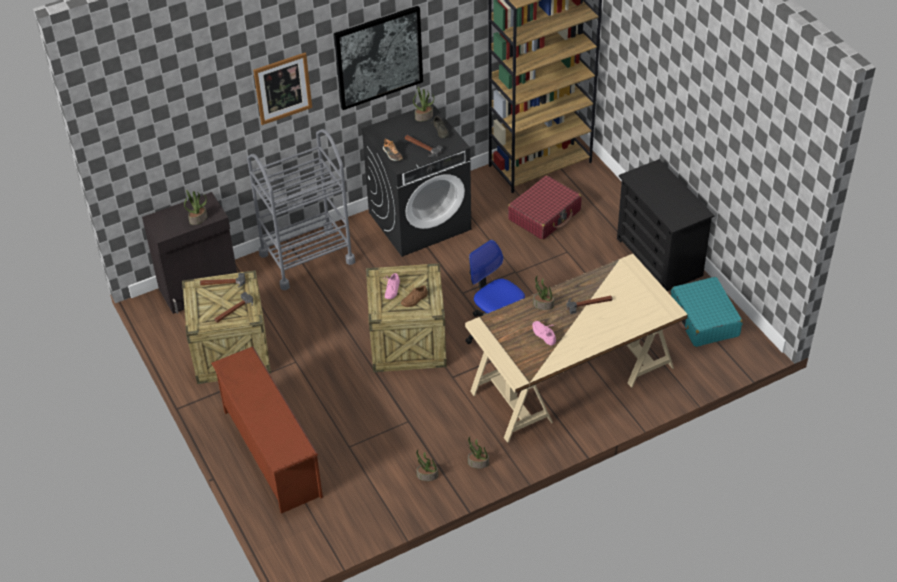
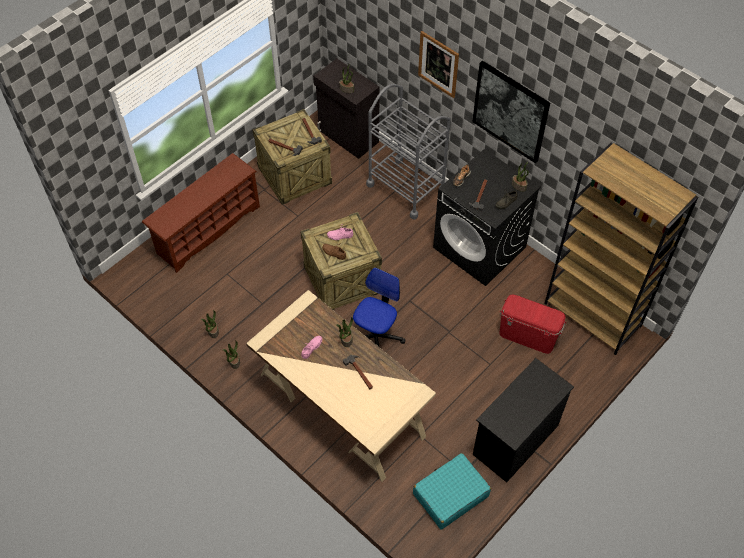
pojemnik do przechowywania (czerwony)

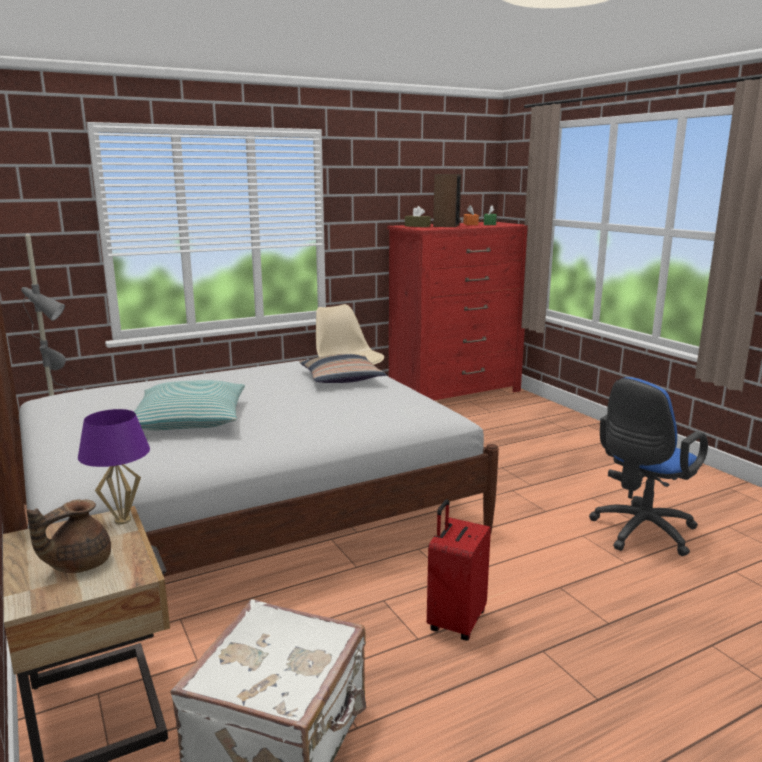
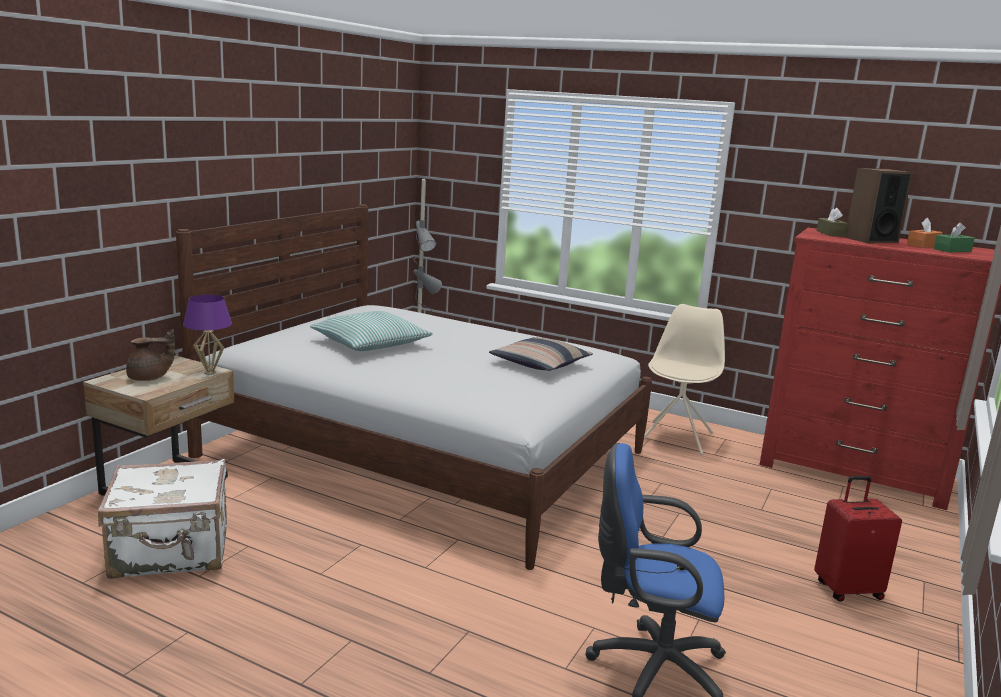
walizka (czerwony); imbryk (brązowy)

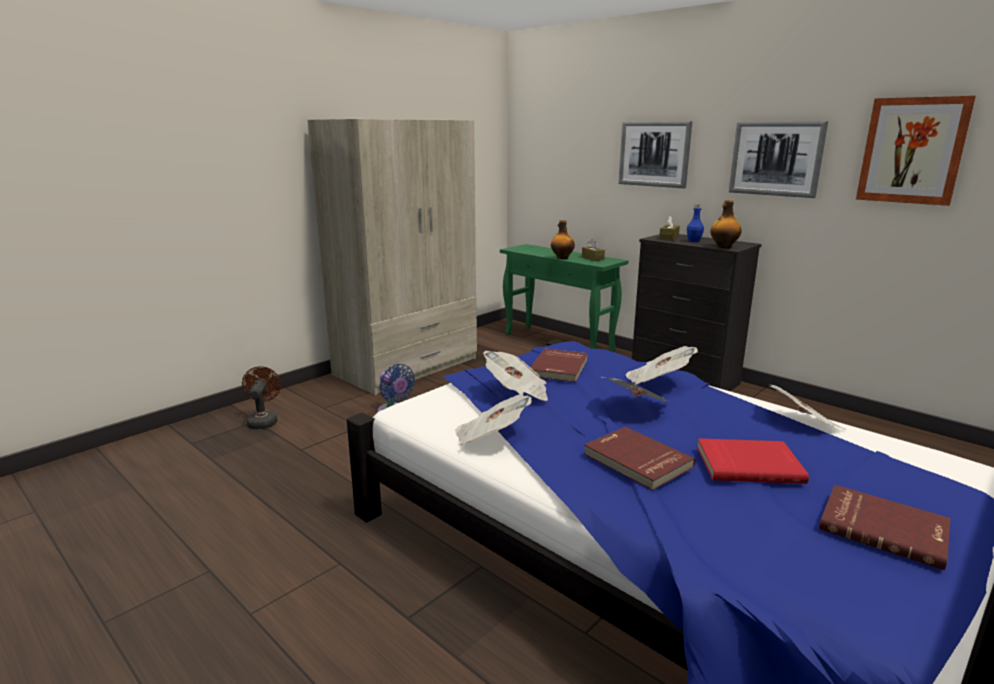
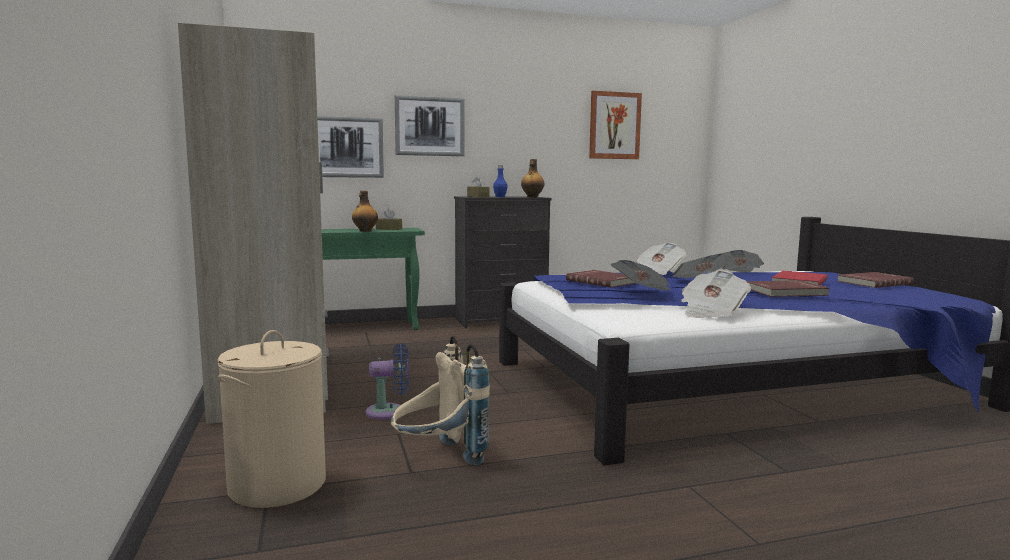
plecak (beżowy); obraz (no. 1 from left); kosz na pranie (beżowy)

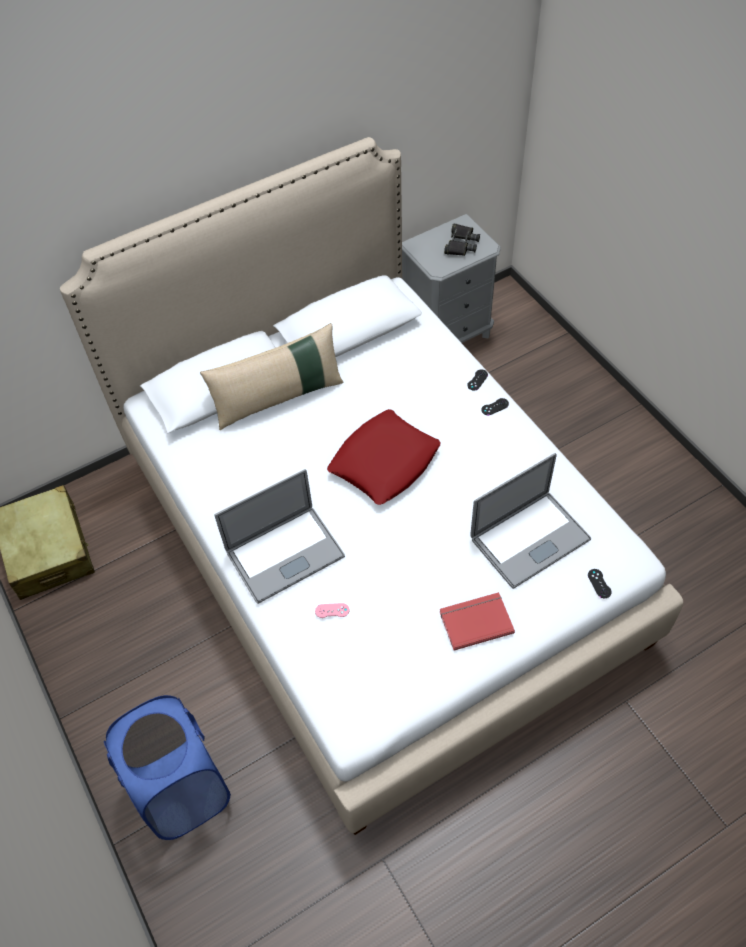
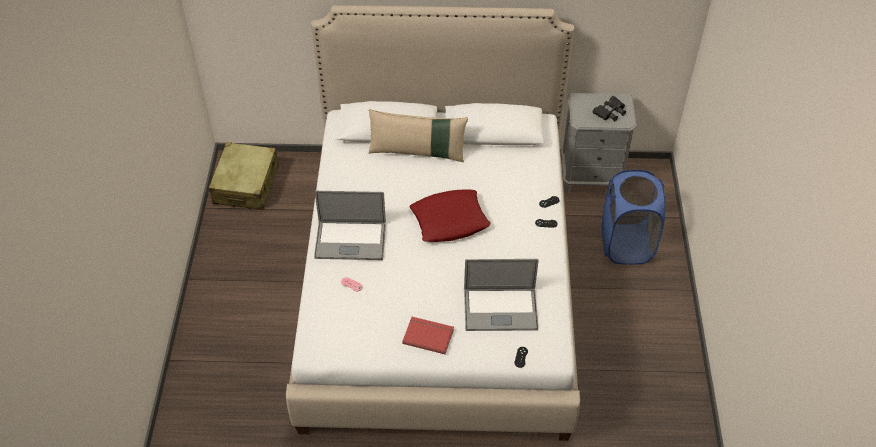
kosz na pranie (niebieski)

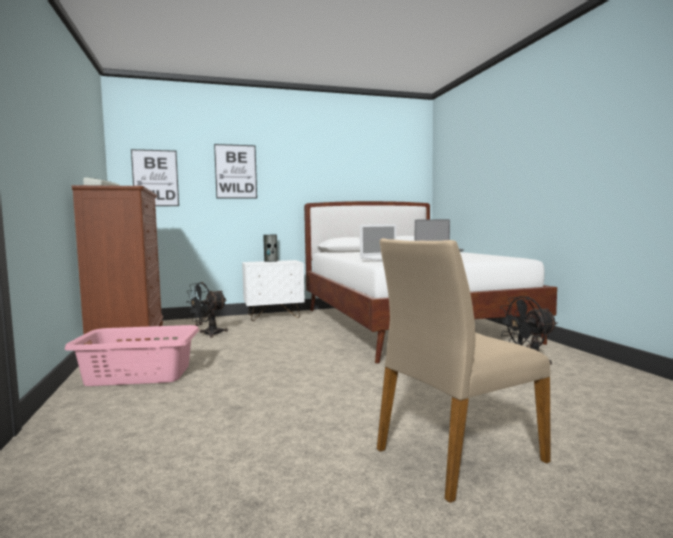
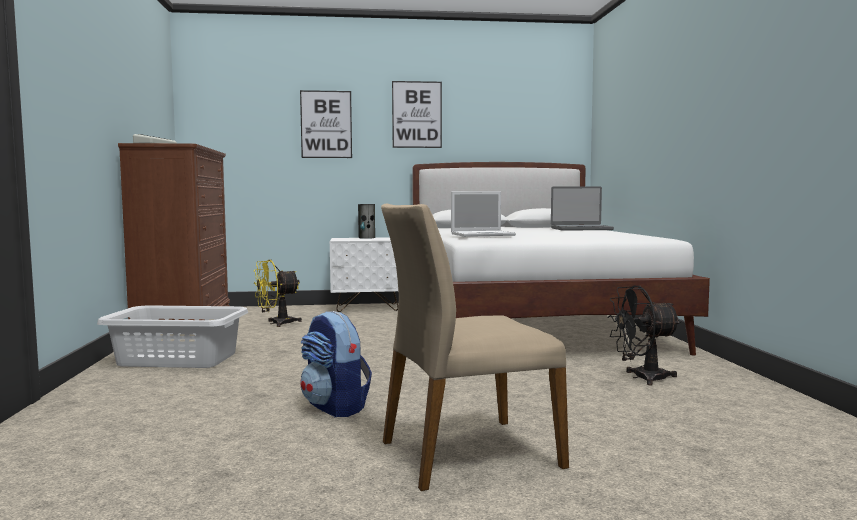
plecak; obraz (no. 2 from left); kosz na pranie (szary); wentylator (żółty)

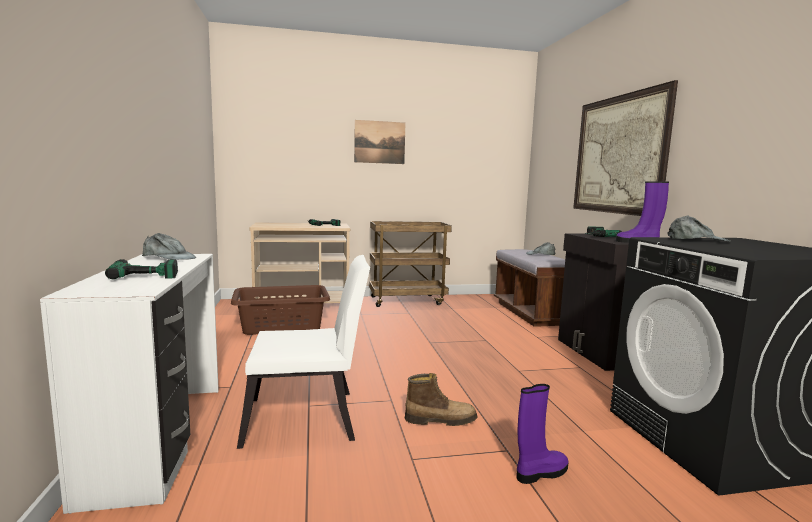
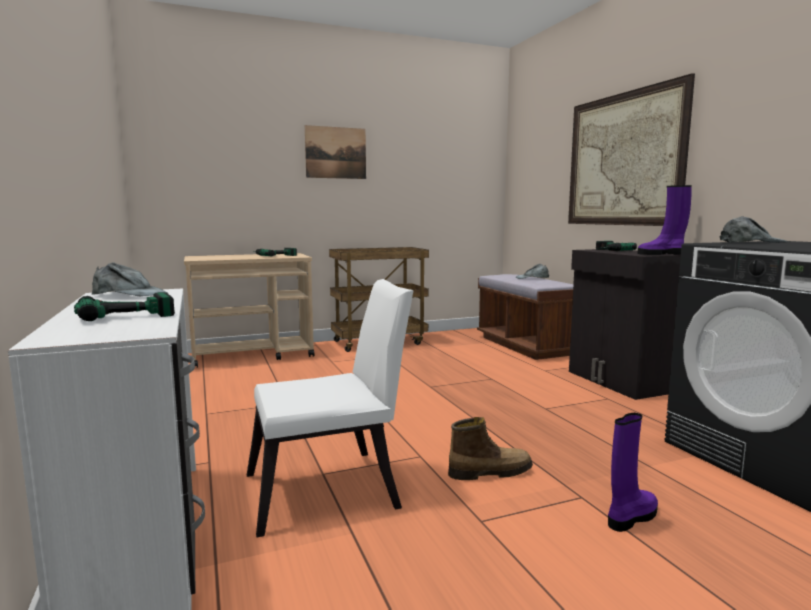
kosz na pranie (brązowy)

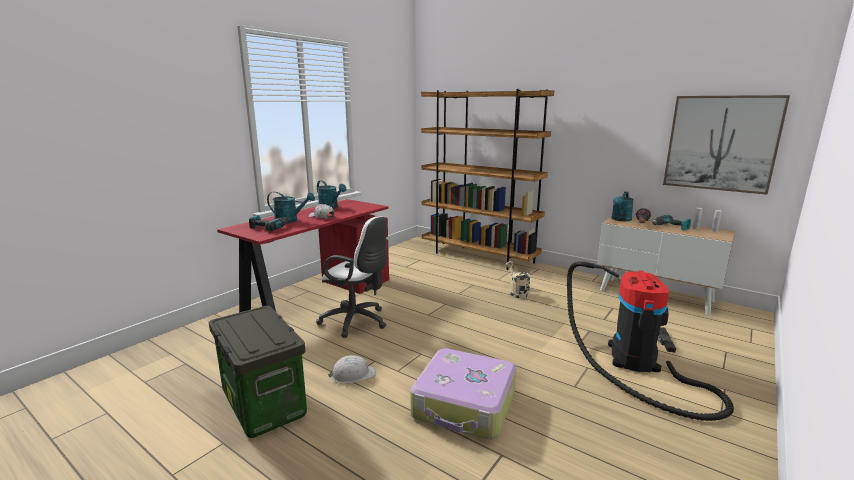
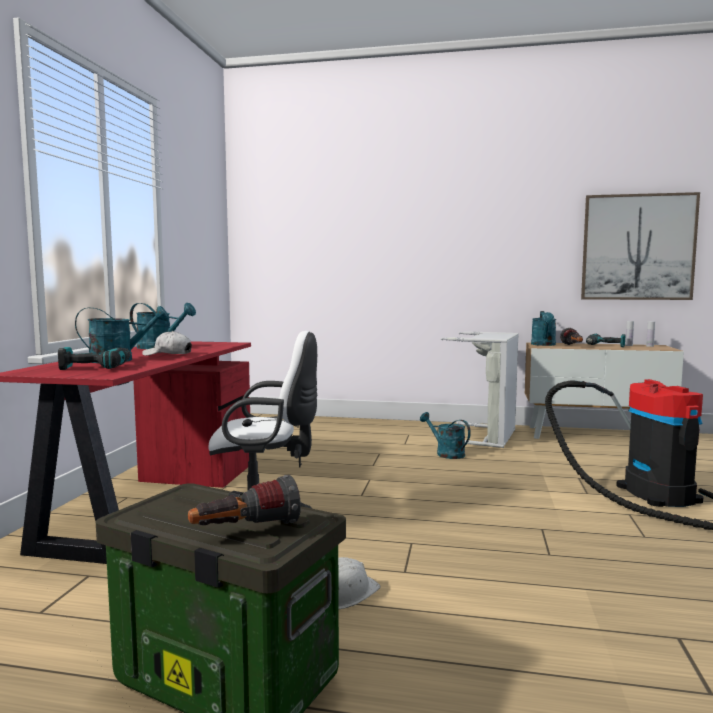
walizka; regał (brązowy); latarka (no. 1 from left); kosz na pranie (szary); konewka (turkusowy) (no. 3 from left)

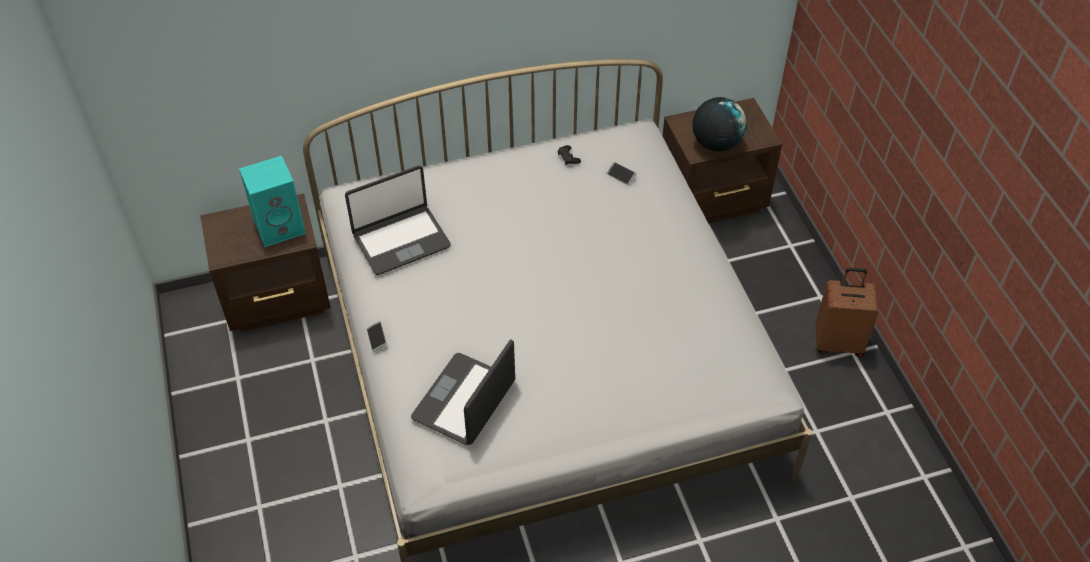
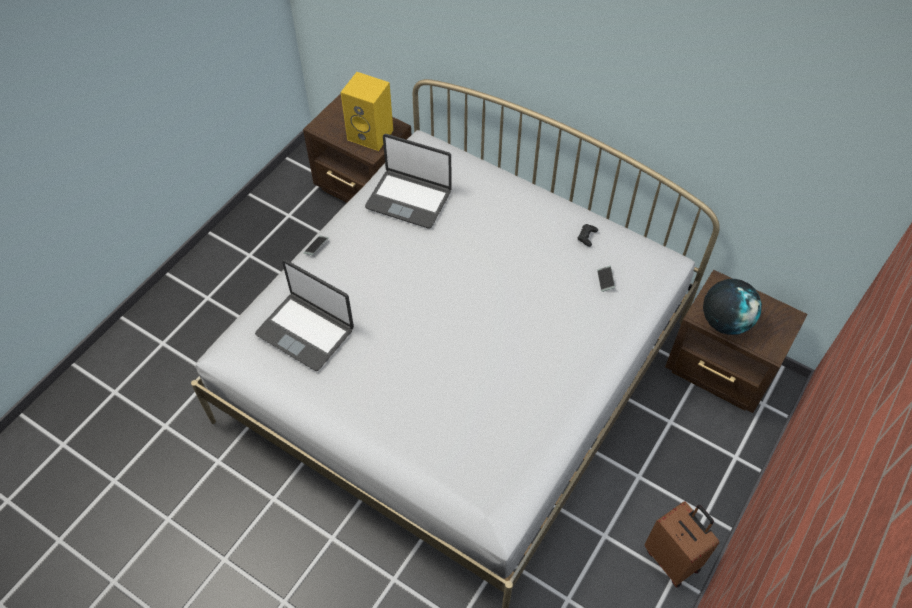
głośnik (żółty); laptop (no. 1 from left)

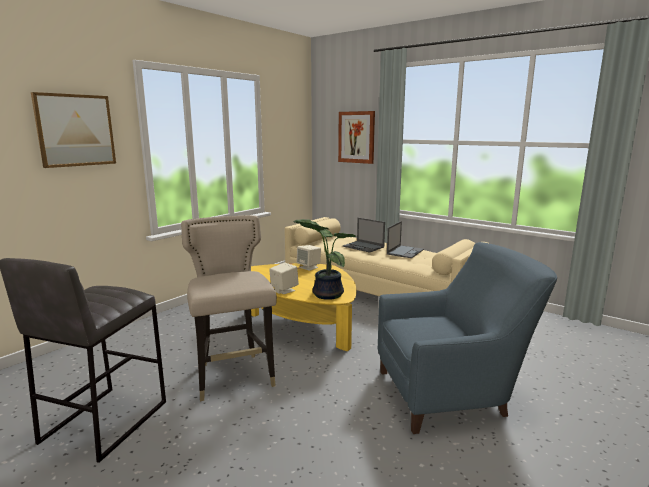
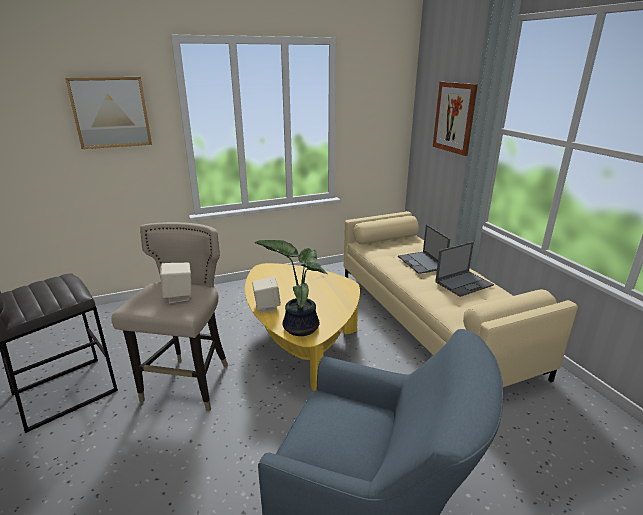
głośnik (beżowy) (no. 1 from left)

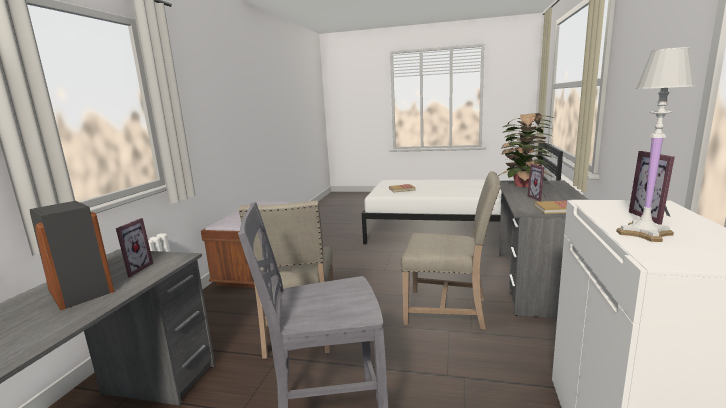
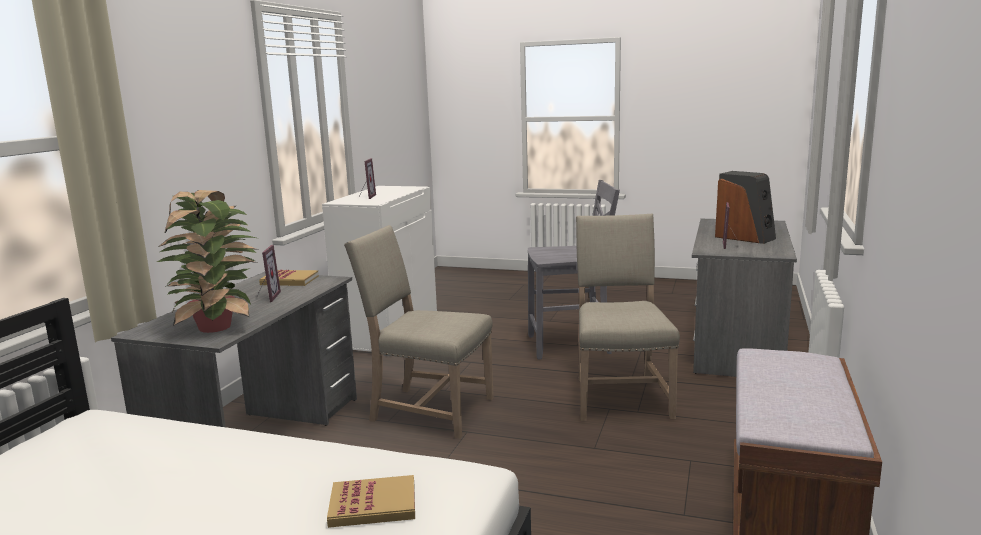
lampa stołowa (biały)

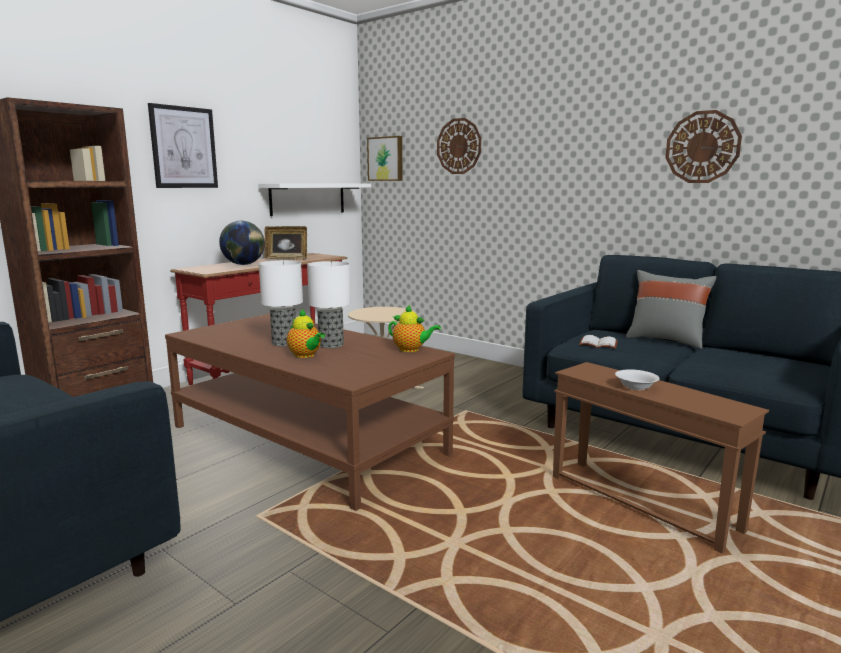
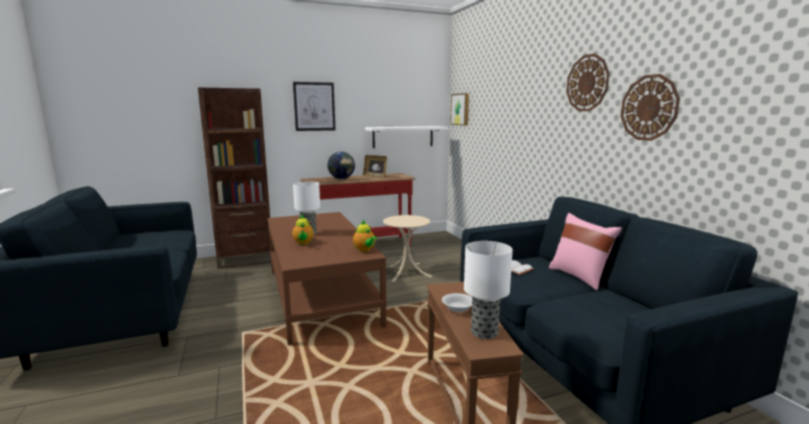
lampa stołowa (no. 2 from left); zegar ścienny (no. 1 from left); poduszka (różowy)

